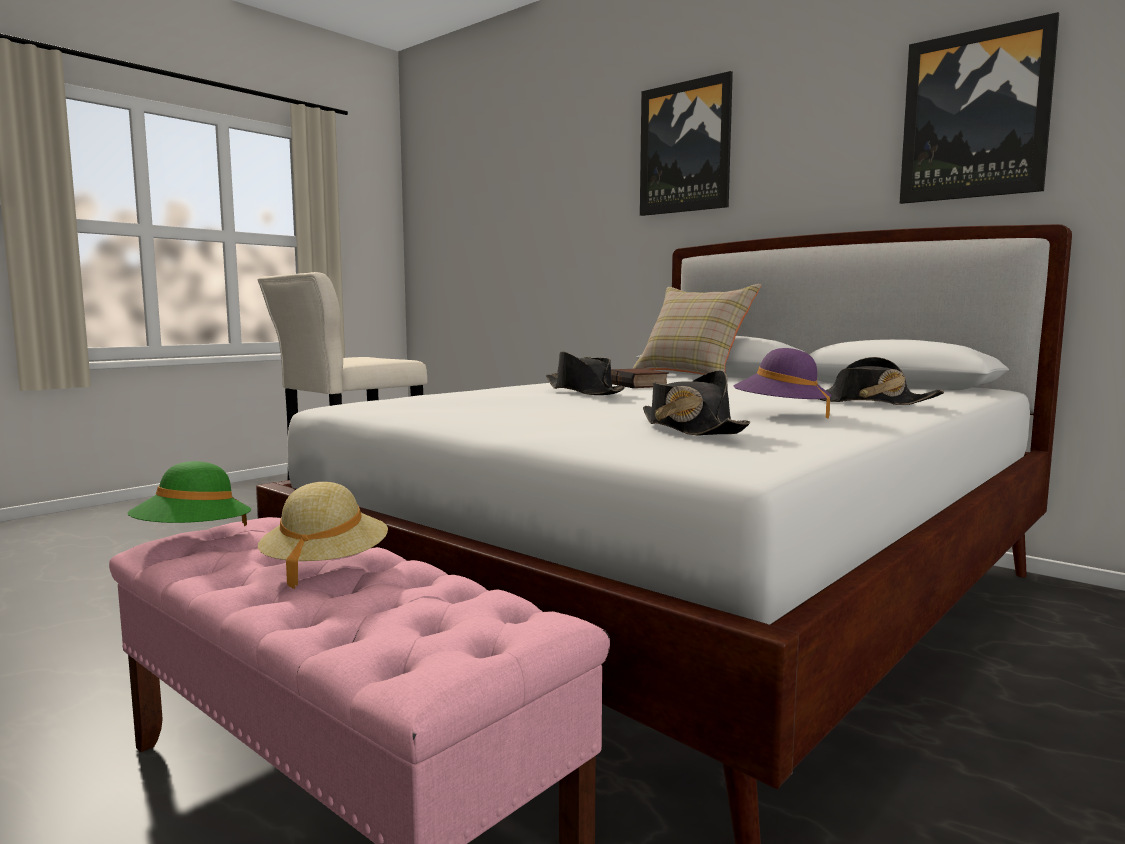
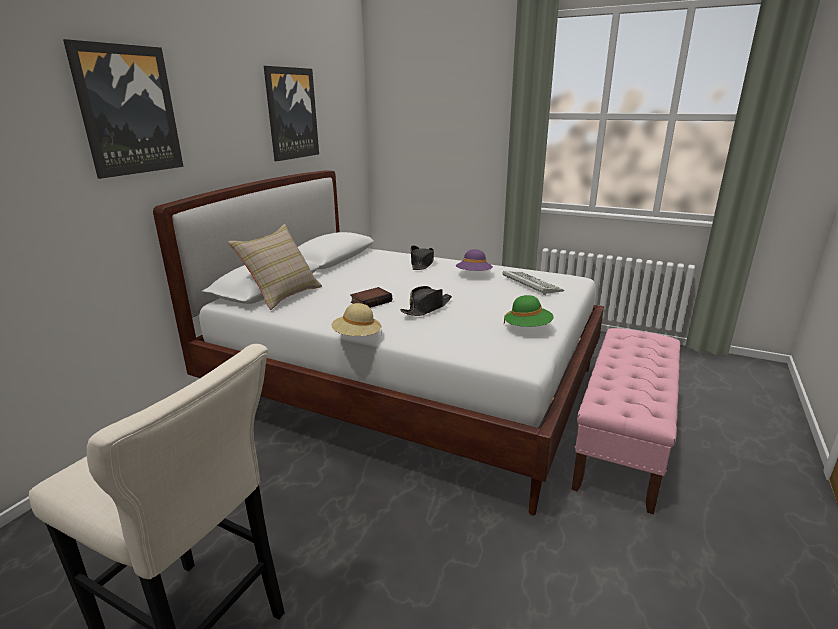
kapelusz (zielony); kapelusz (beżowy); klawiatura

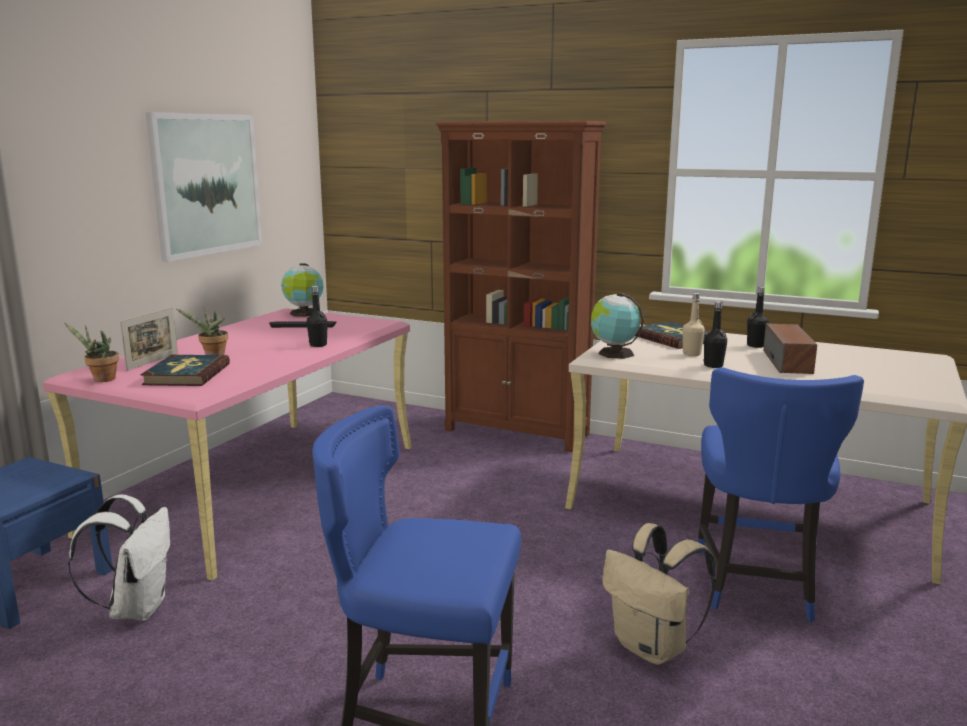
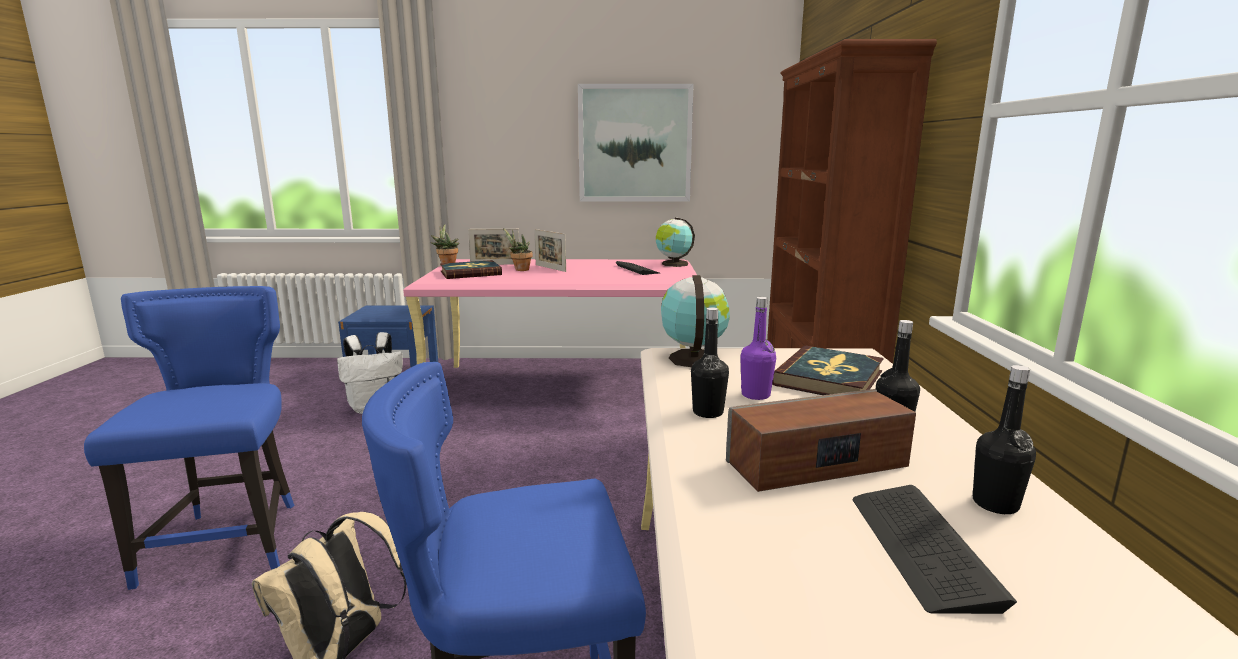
ramka na zdjęcie (no. 2 from left); klawiatura (no. 2 from left); butelka (czarny) (no. 3 from left); butelka (fioletowy)

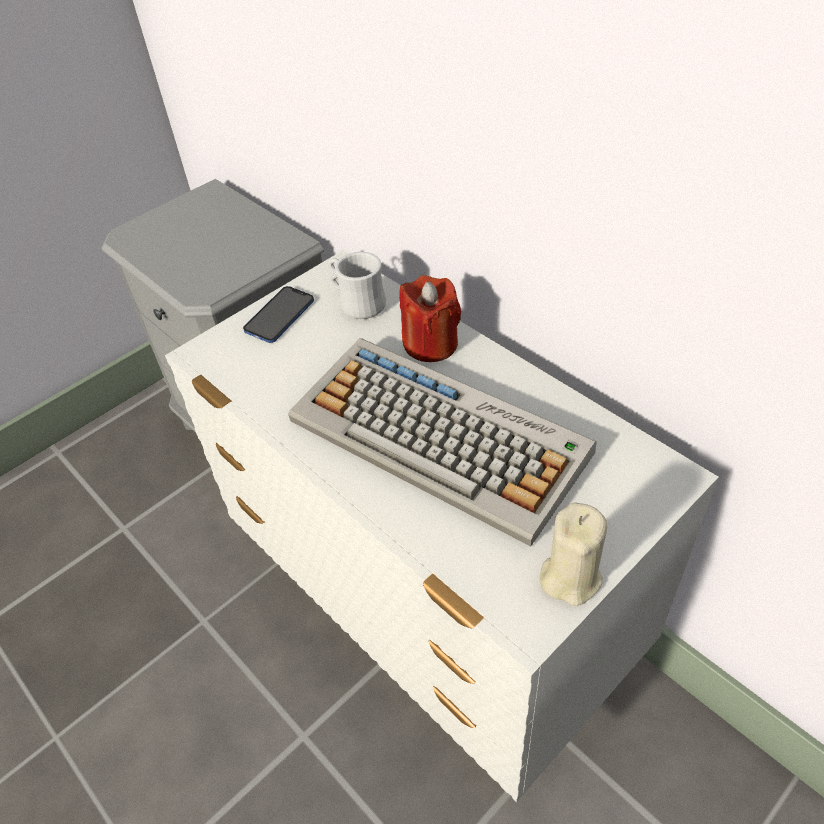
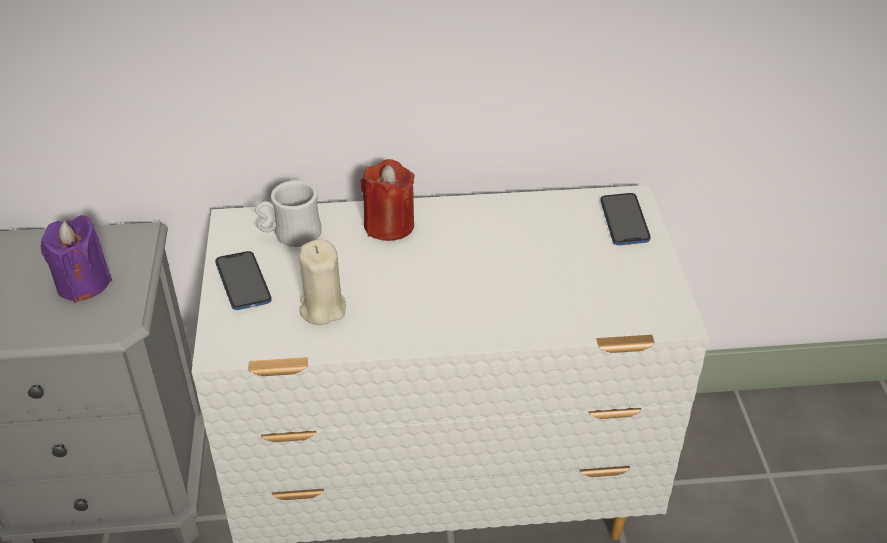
klawiatura; świeca (fioletowy); telefon (no. 2 from left); świeca (beżowy)

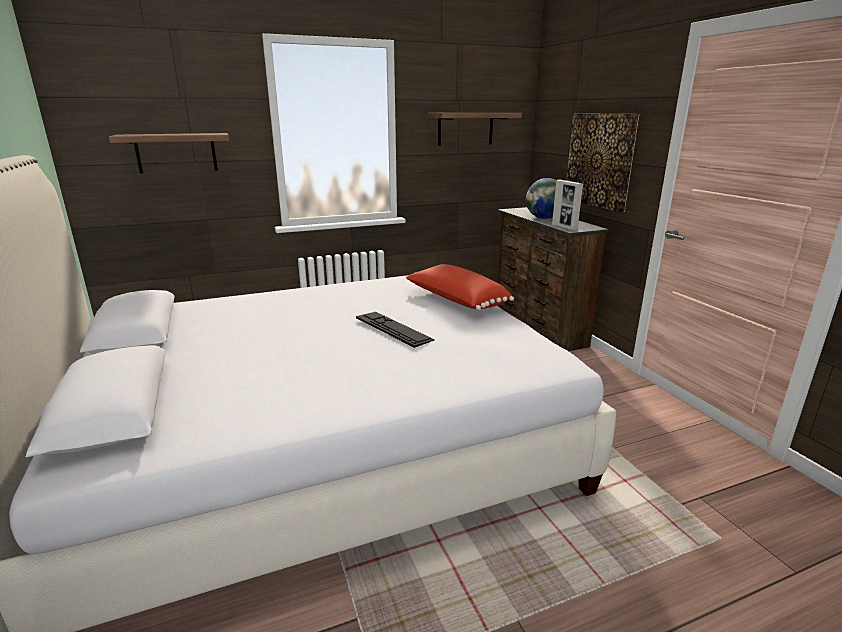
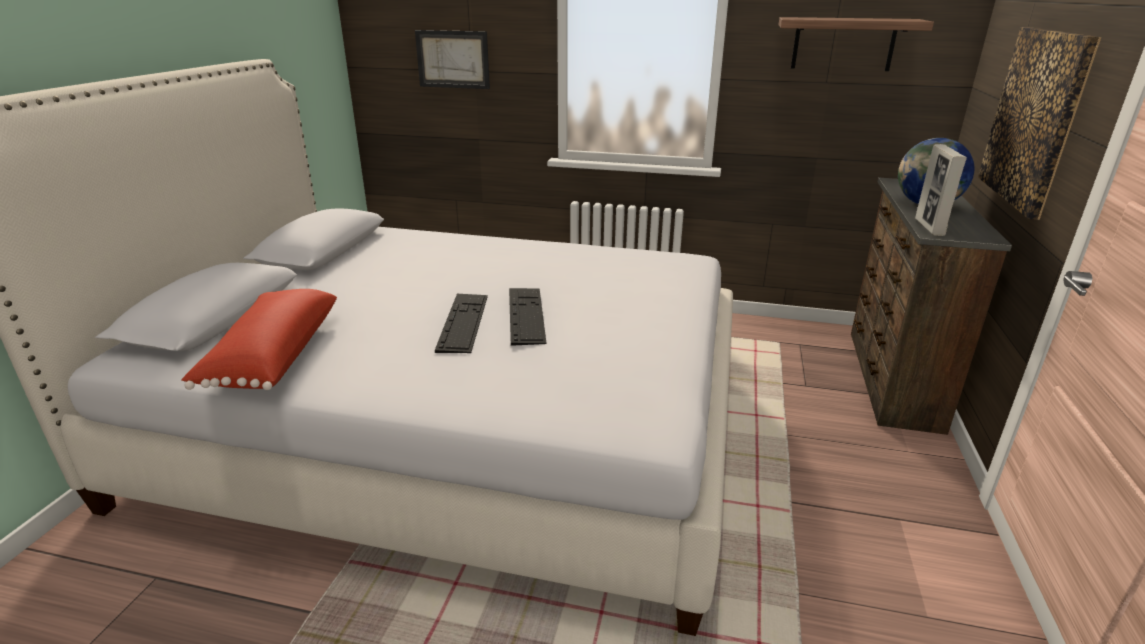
klawiatura (no. 1 from left); poduszka (czerwony); obraz (no. 1 from left)

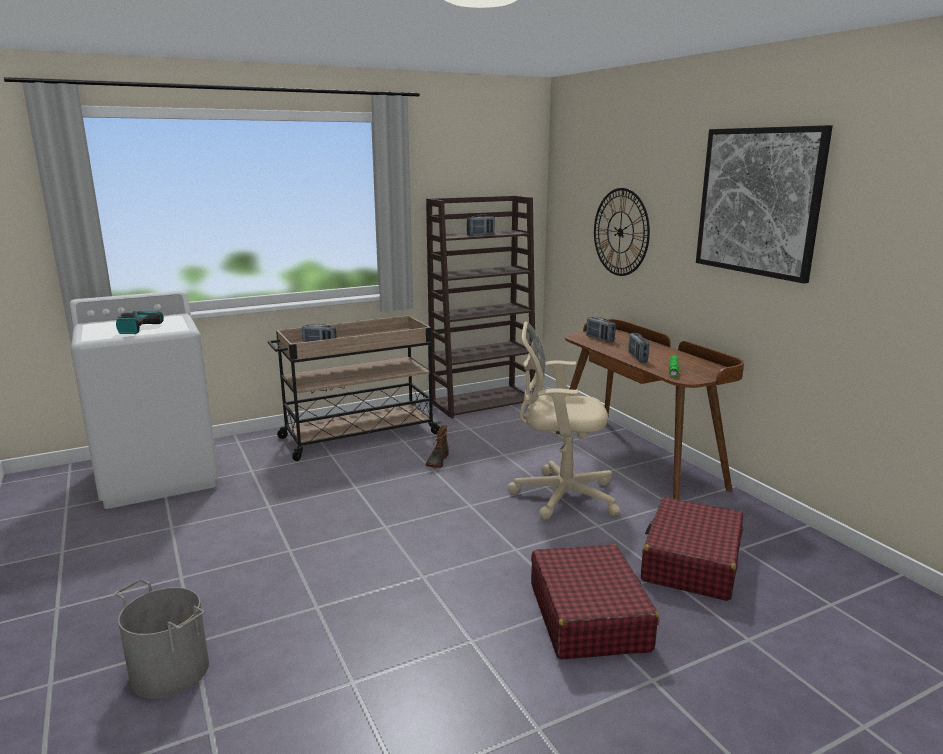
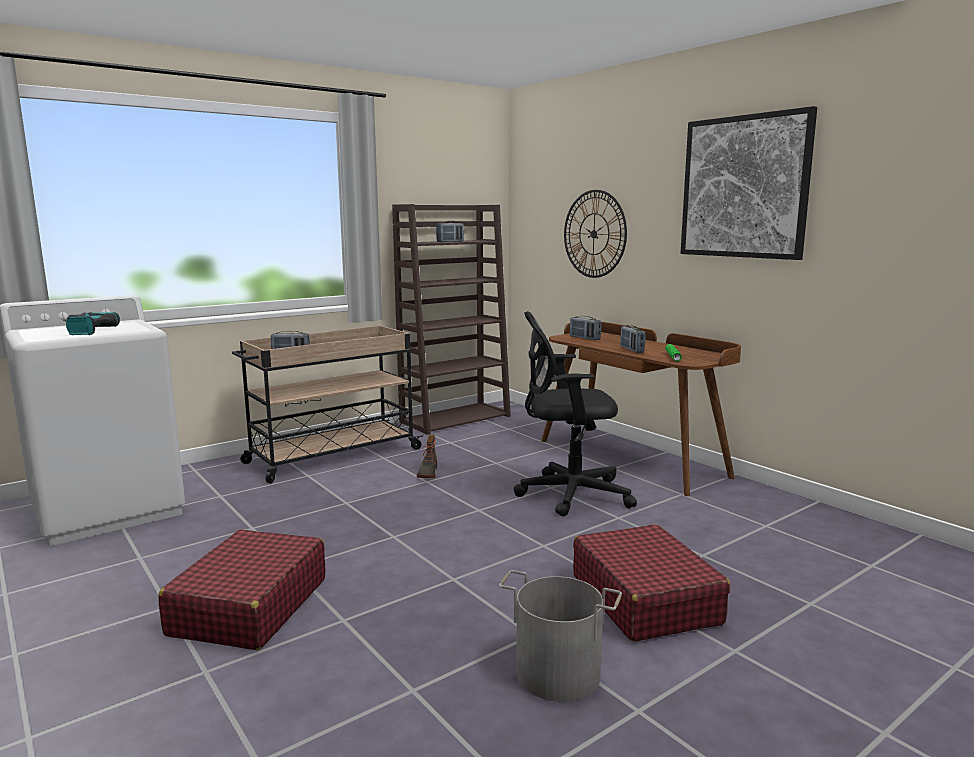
wiadro (szary); walizka (czerwony) (no. 1 from left); krzesło biurowe (czarny)

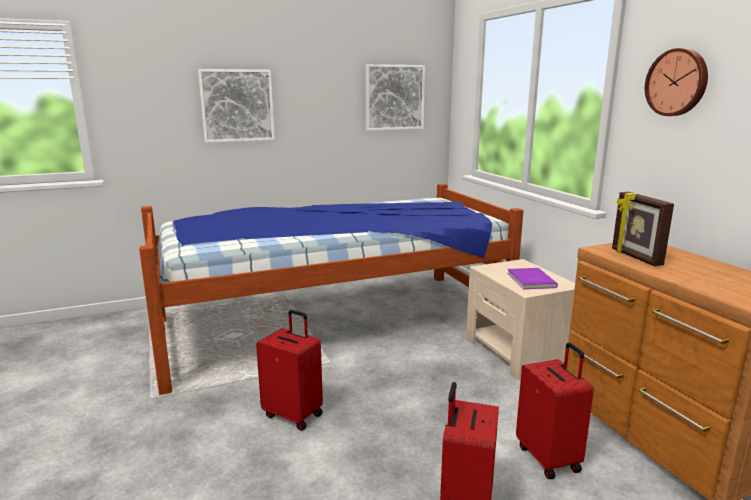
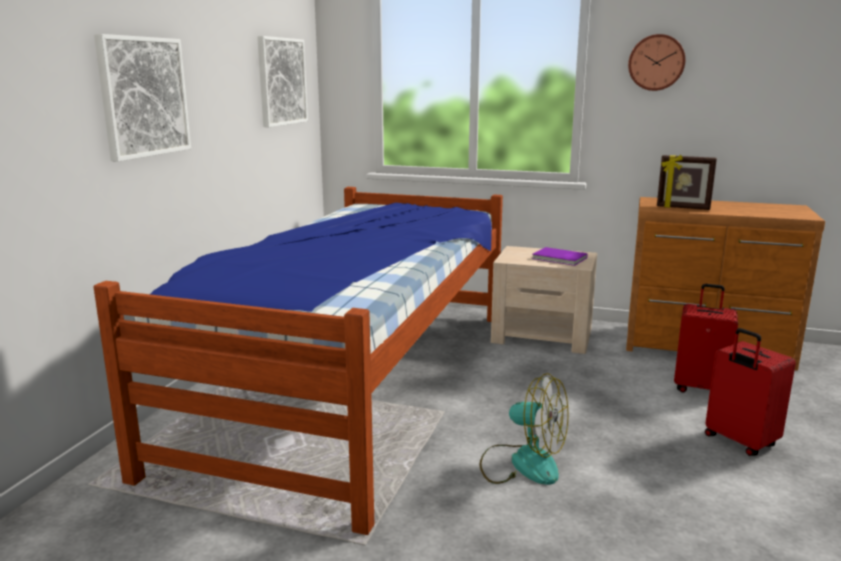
wentylator

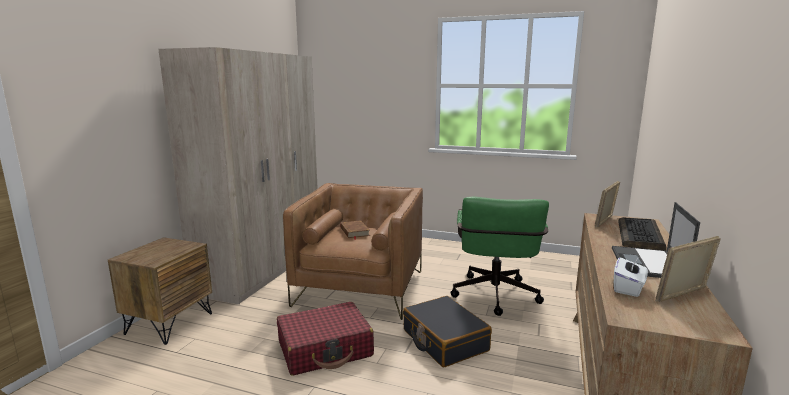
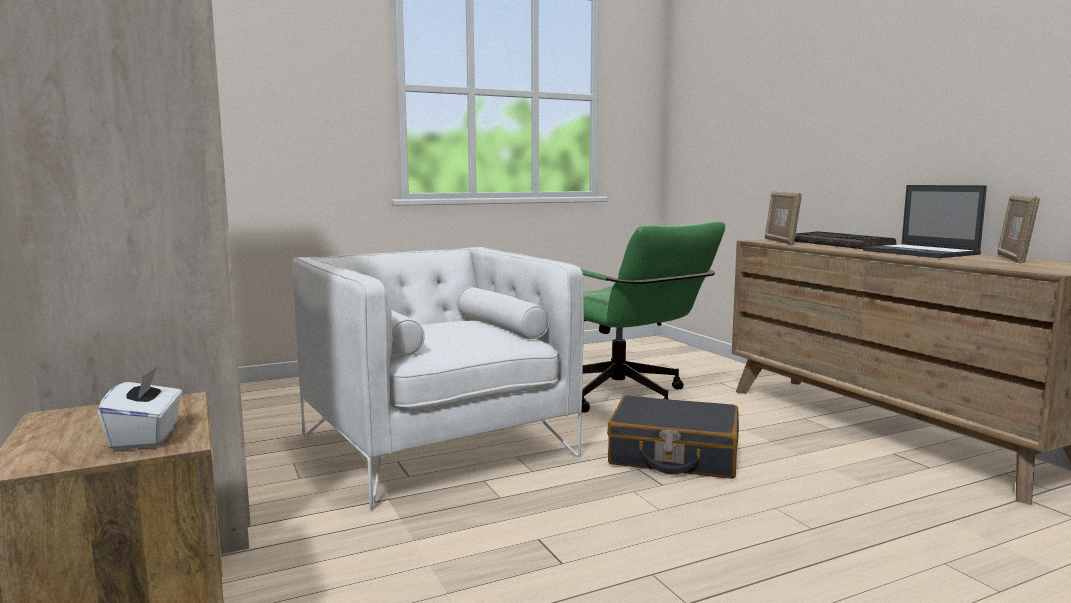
walizka (czerwony); książka (brązowy); pudełko chusteczek (biały); fotel (biały)

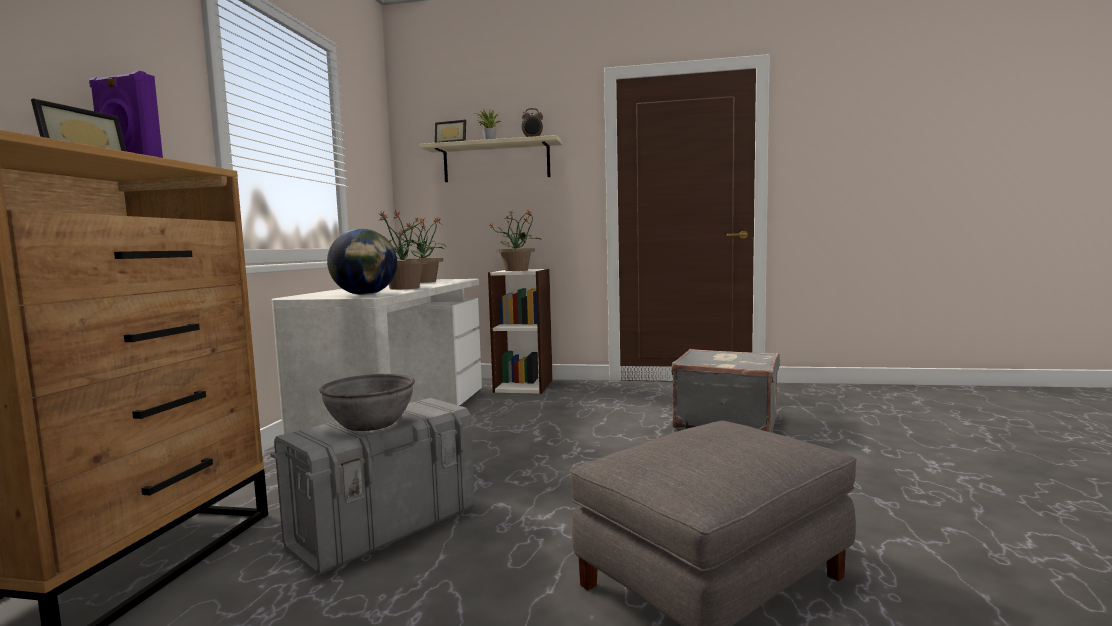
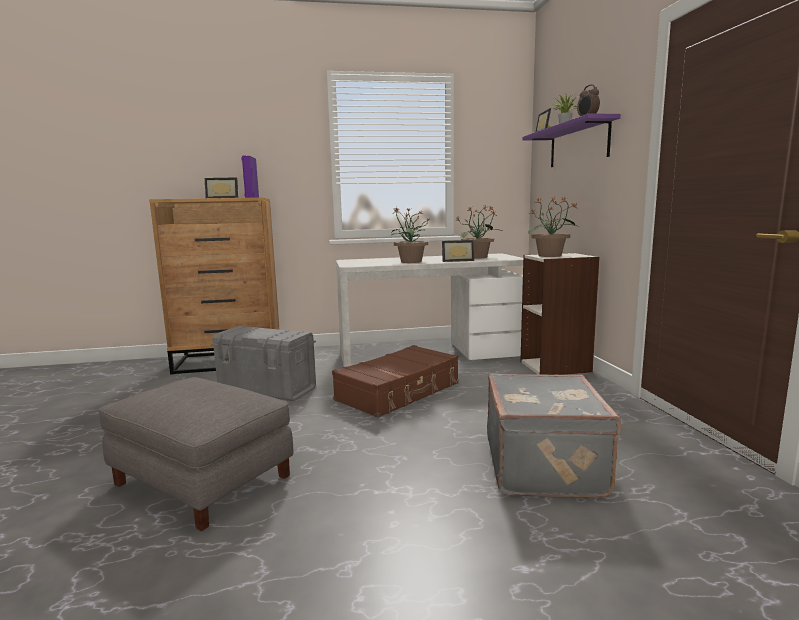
miska (szary); globus; walizka (brązowy); ramka na zdjęcie (no. 2 from left); półka (fioletowy)

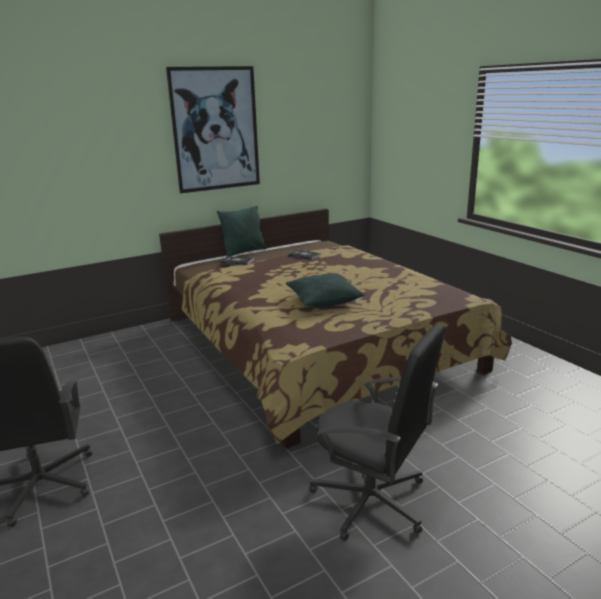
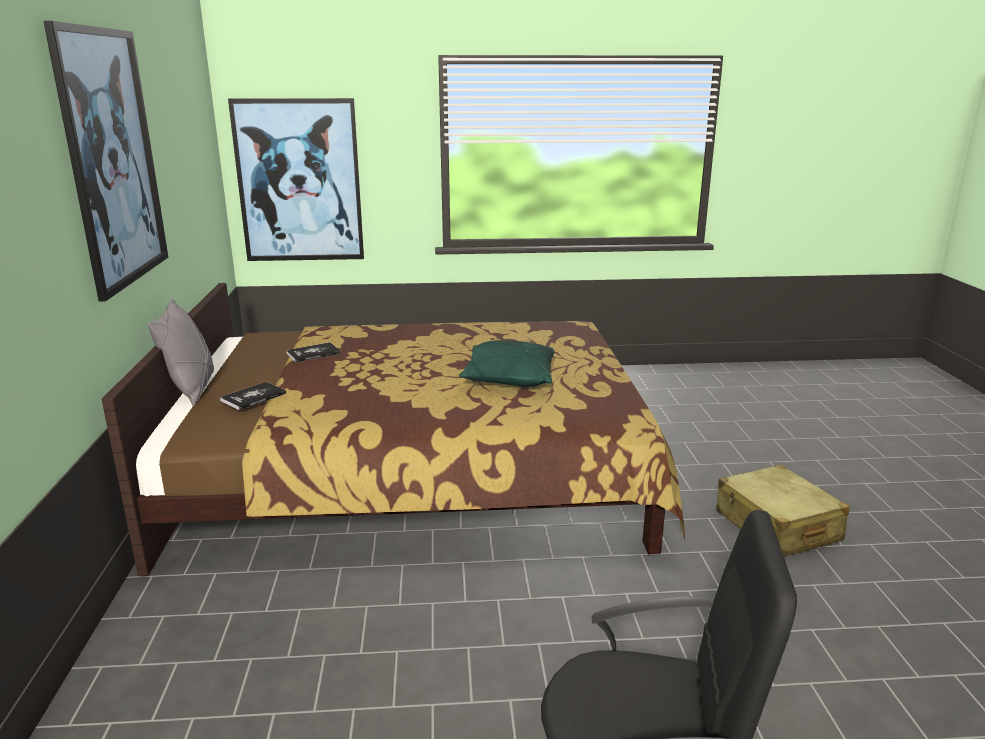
obraz (no. 2 from left); walizka (beżowy); poduszka (szary)

